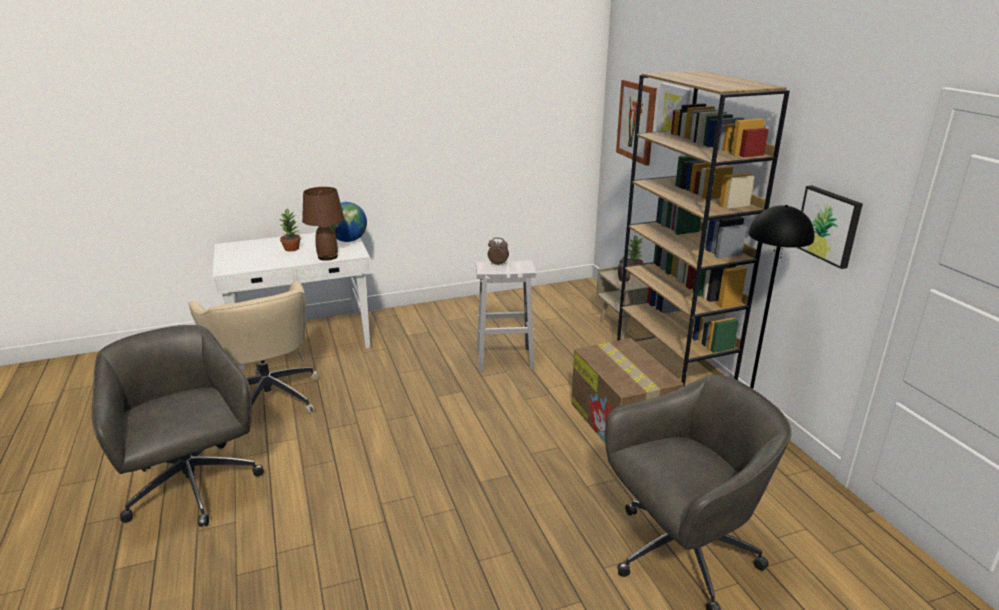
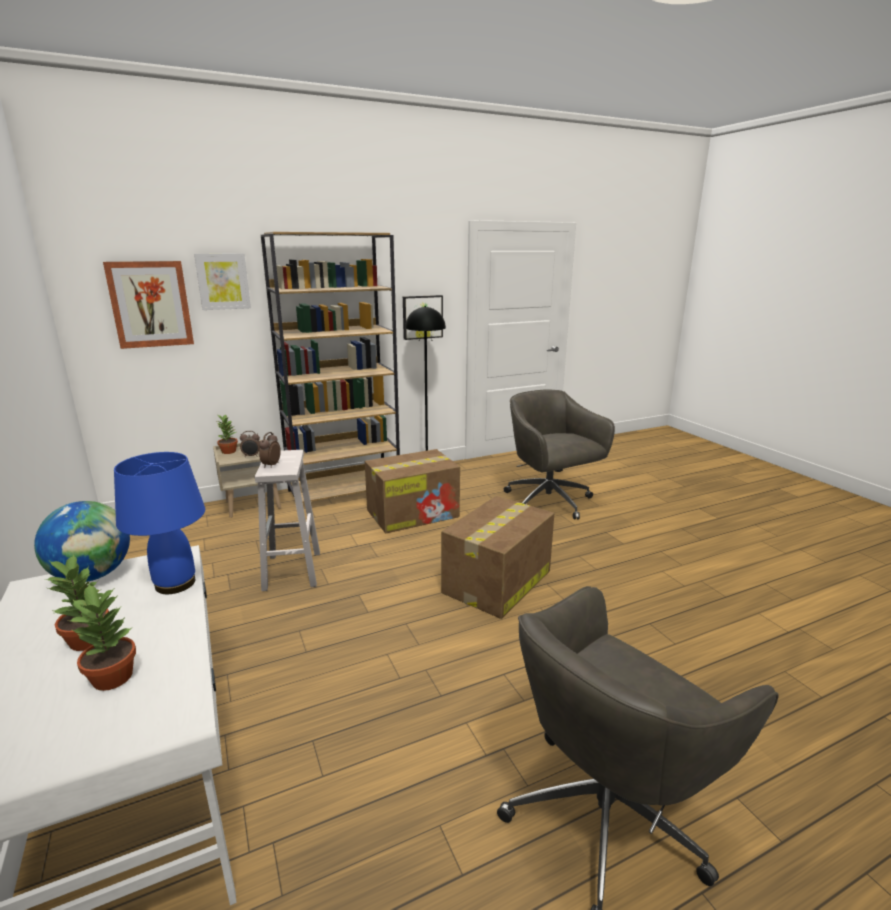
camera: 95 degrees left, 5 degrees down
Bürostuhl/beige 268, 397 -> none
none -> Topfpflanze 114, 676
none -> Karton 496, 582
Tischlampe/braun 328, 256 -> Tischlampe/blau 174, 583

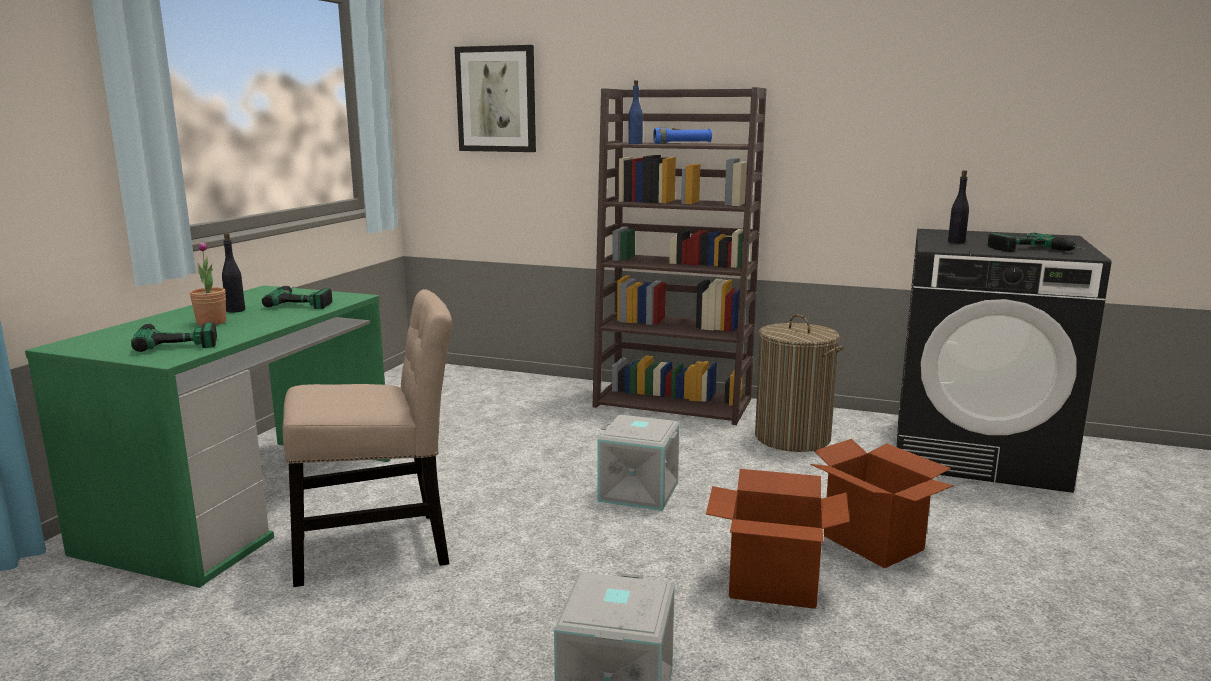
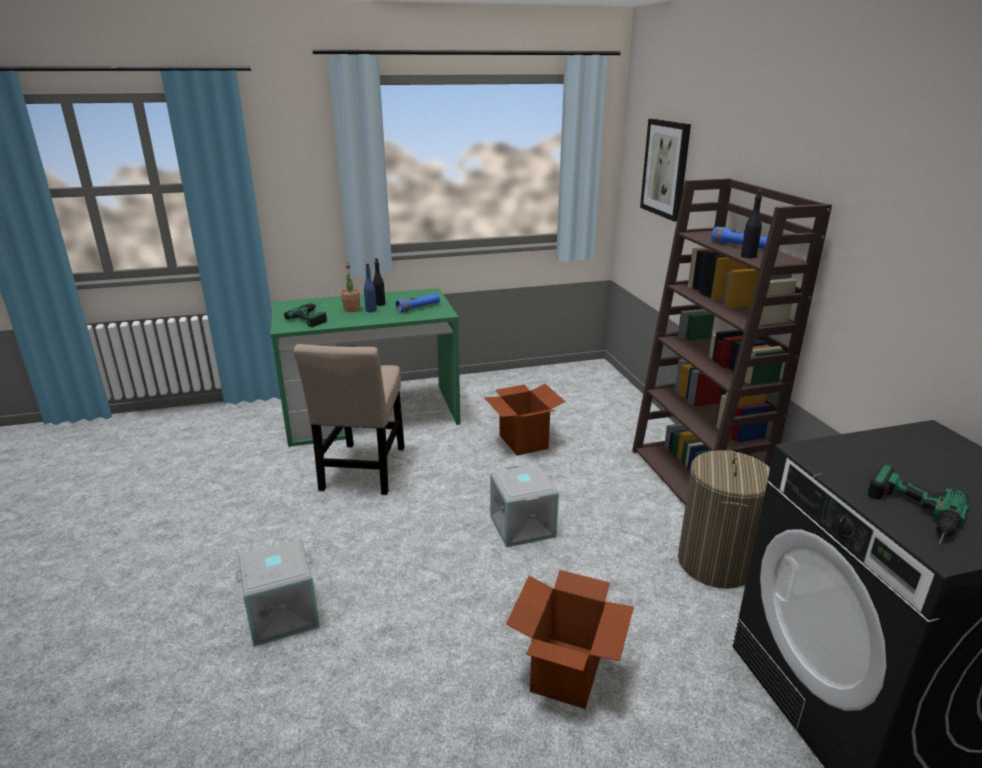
camera: 55 degrees right, 10 degrees up
Flasche/blau 635, 143 -> Flasche/blau 371, 310, relocated
Karton 772, 585 -> Karton 523, 441, relocated
Flasche/schwarz 956, 242 -> Flasche/schwarz 748, 256, relocated
Bohrmaschine 304, 301 -> Taschenlampe/blau 418, 308
Stuhl/beige 380, 547 -> Stuhl/beige 363, 471, 60 degrees clockwise

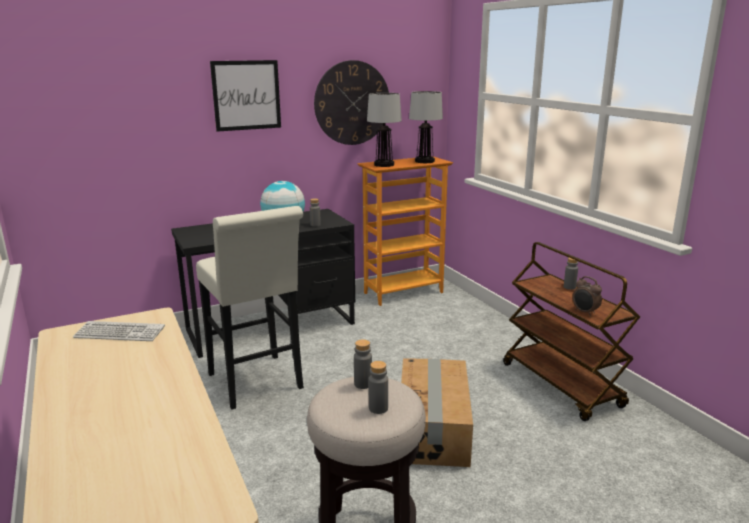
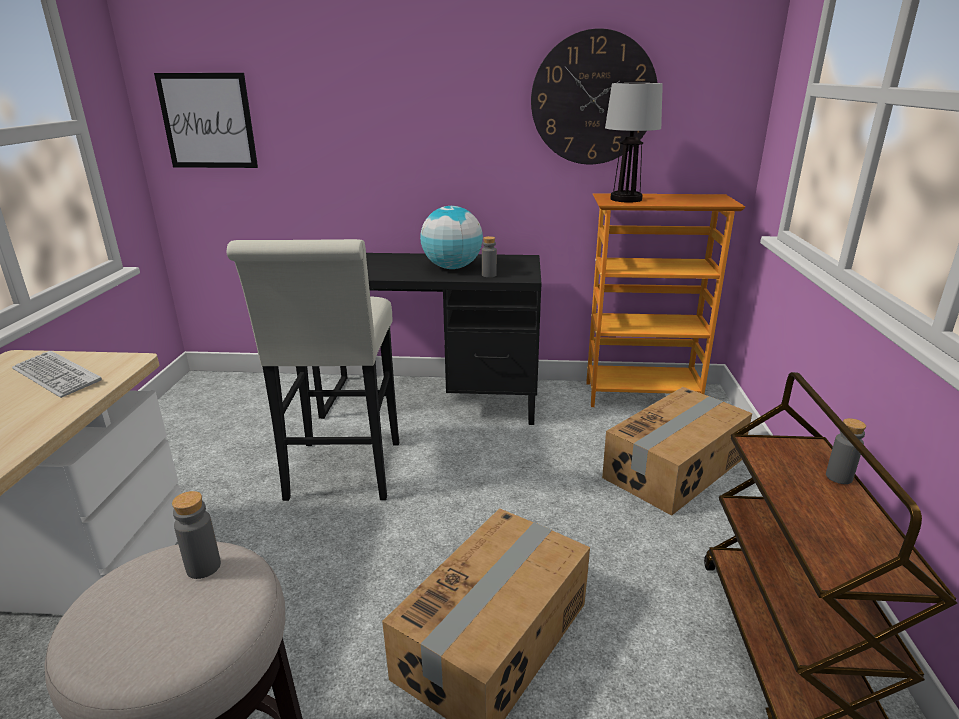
camera: 30 degrees right, 5 degrees up
Flasche/grau 378, 408 -> none
Tischlampe 424, 161 -> none
Wecker 584, 312 -> none
none -> Karton 675, 469
Bild 246, 95 -> Bild 208, 121, relocated

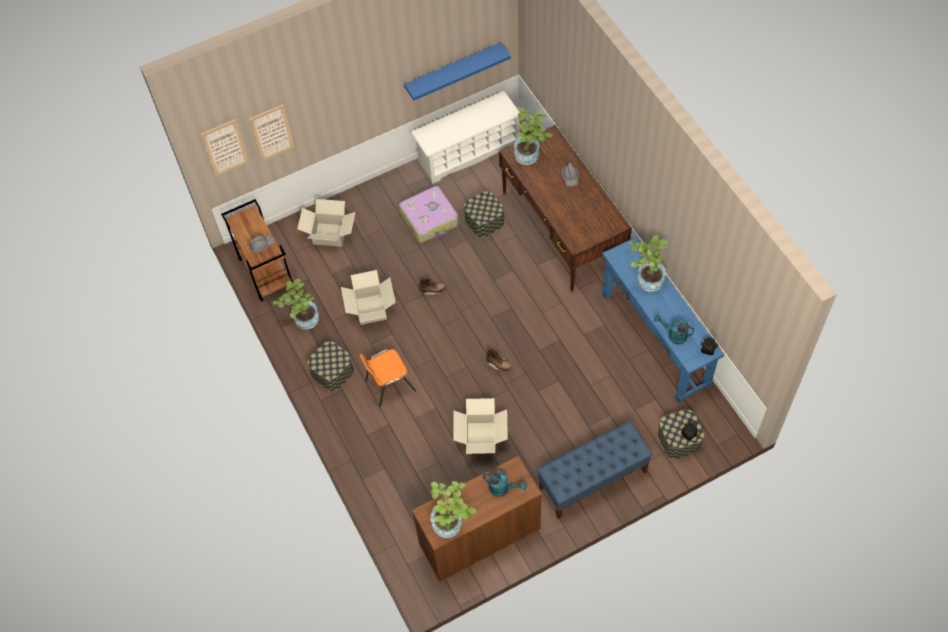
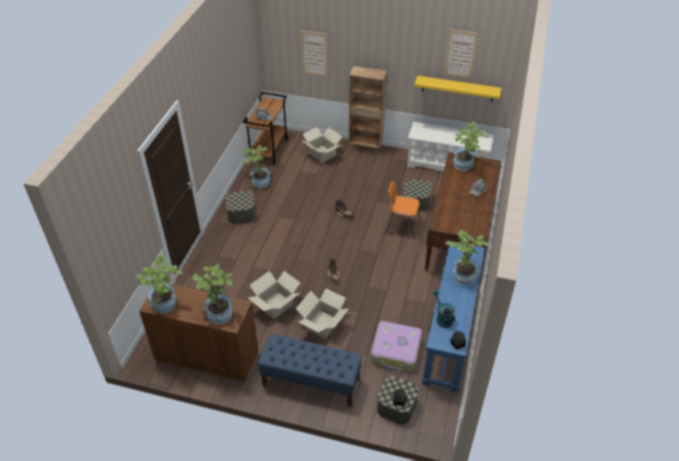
camera: 40 degrees right, 15 degrees down
none -> Bücherregal/braun 366, 148
Bild 225, 147 -> Bild 460, 54, relocated
Karton 370, 309 -> Karton 322, 324, relocated
Stuhl/orange 389, 385 -> Stuhl/orange 402, 226, relocated
Koffer 430, 219 -> Koffer 396, 351, relocated
Gießkanne/türkis 502, 488 -> Topfpflanze 219, 311
Wandregal/blau 453, 70 -> Wandregal/gelb 457, 88

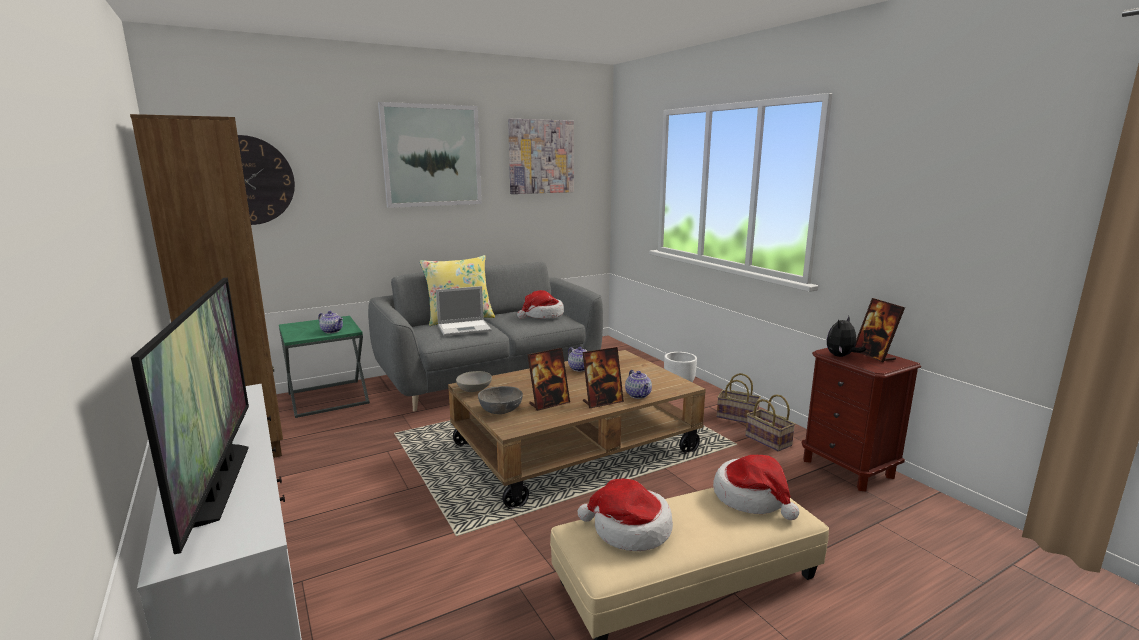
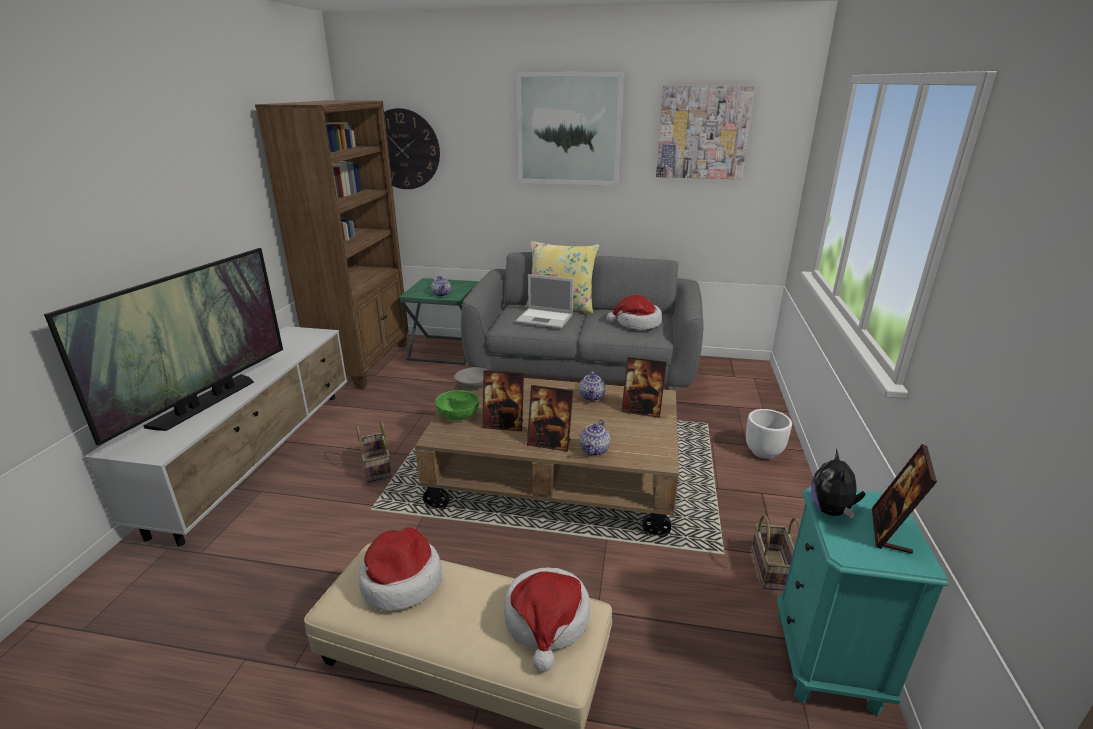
camera: 40 degrees right, 10 degrees up
none -> Bilderrahmen 641, 410
Korb 738, 417 -> Korb 377, 468, relocated
Schüssel/grau 501, 410 -> Schüssel/grün 458, 415
Nachttisch/braun 847, 468 -> Nachttisch/türkis 826, 661
Plüschtier 841, 356 -> Plüschtier 831, 510, 75 degrees counterclockwise

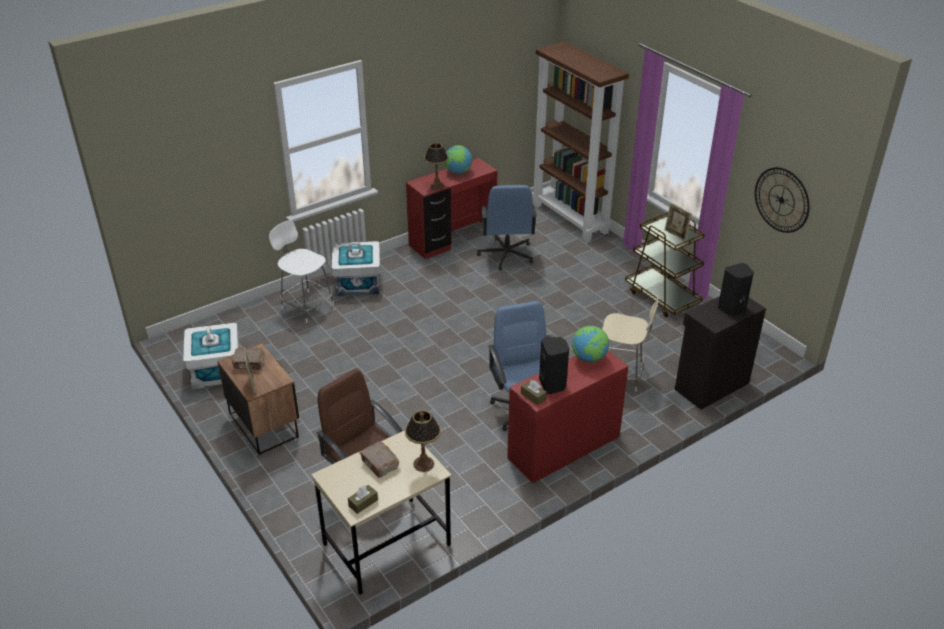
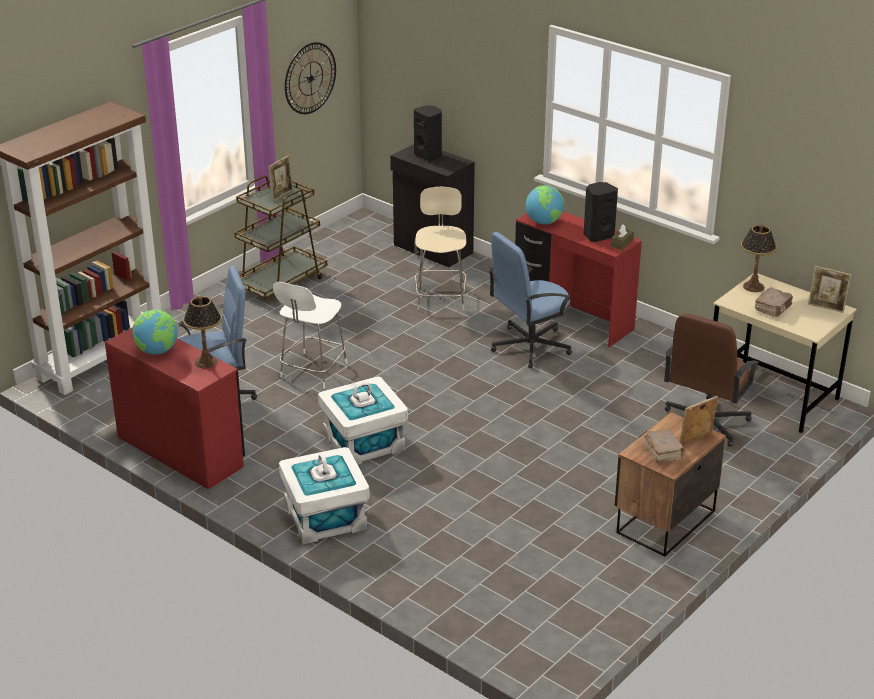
camera: 105 degrees left, 5 degrees down
Aufbewahrungsbox/weiß 216, 370 -> Aufbewahrungsbox/weiß 364, 442, relocated
Stuhl/weiß 306, 306 -> Stuhl/weiß 312, 372, relocated
Taschentuchbox/braun 363, 503 -> Bilderrahmen 826, 307

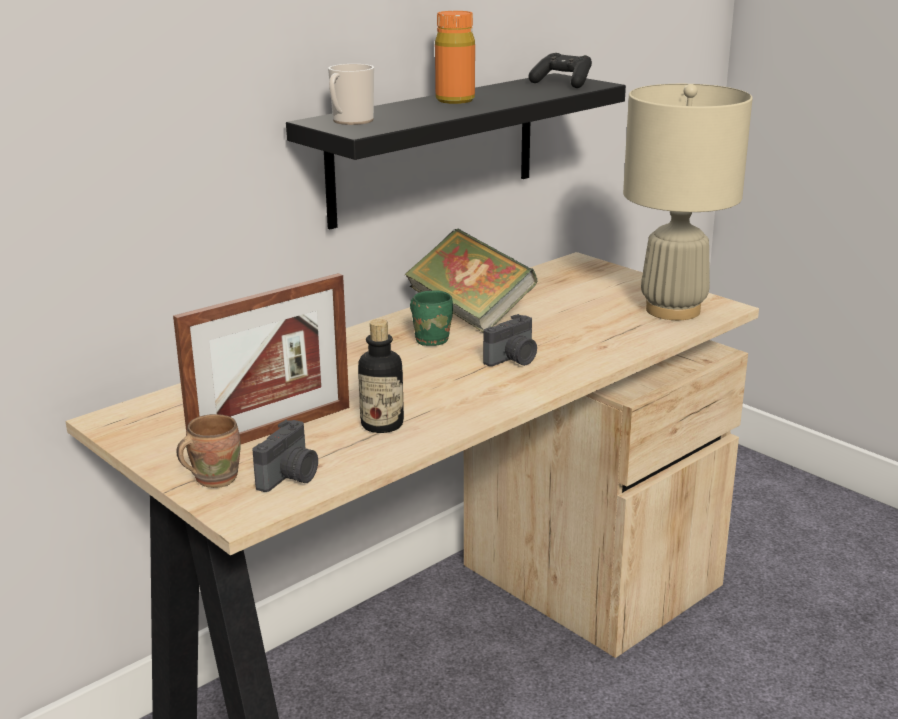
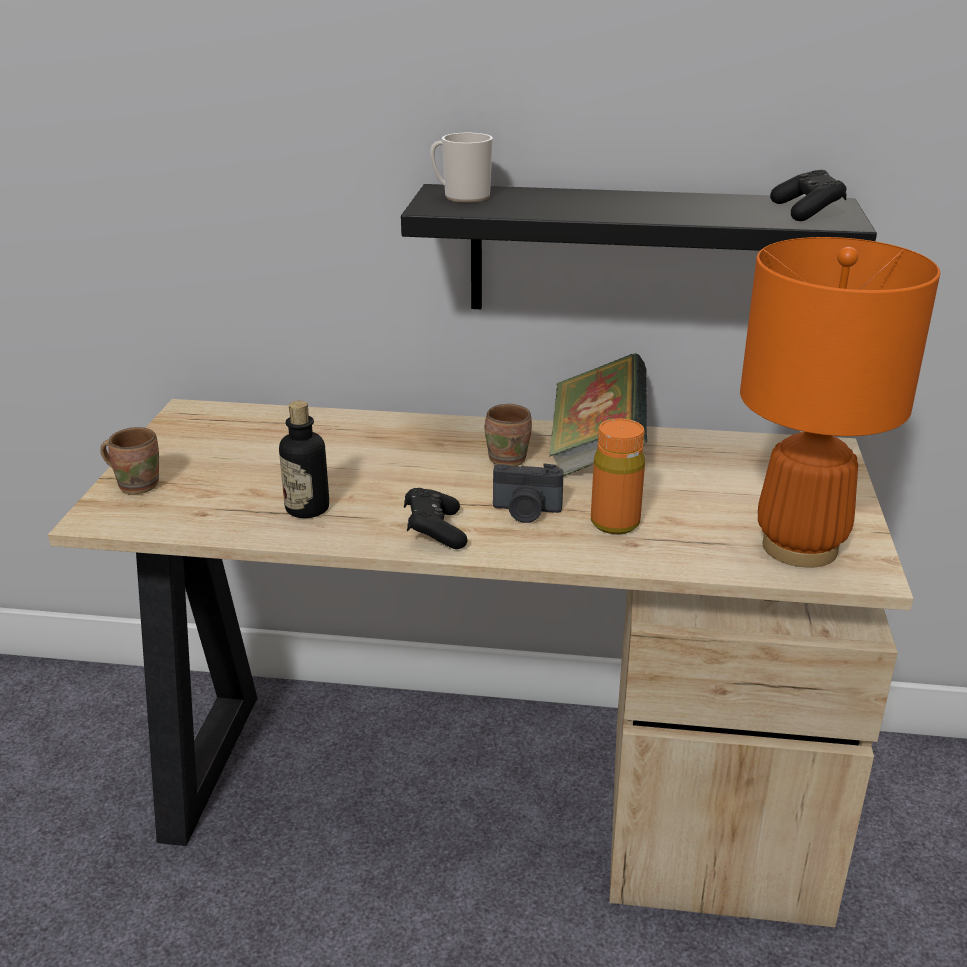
camera: 50 degrees right, 5 degrees up
Bilderrahmen 272, 431 -> none
Kamera 290, 477 -> none
none -> Gamepad/schwarz 434, 531
Flasche/orange 455, 100 -> Flasche/orange 615, 523, relocated
Henkelbecher/grün 432, 339 -> Henkelbecher/braun 509, 458
Tischlampe/beige 672, 310 -> Tischlampe/orange 799, 546

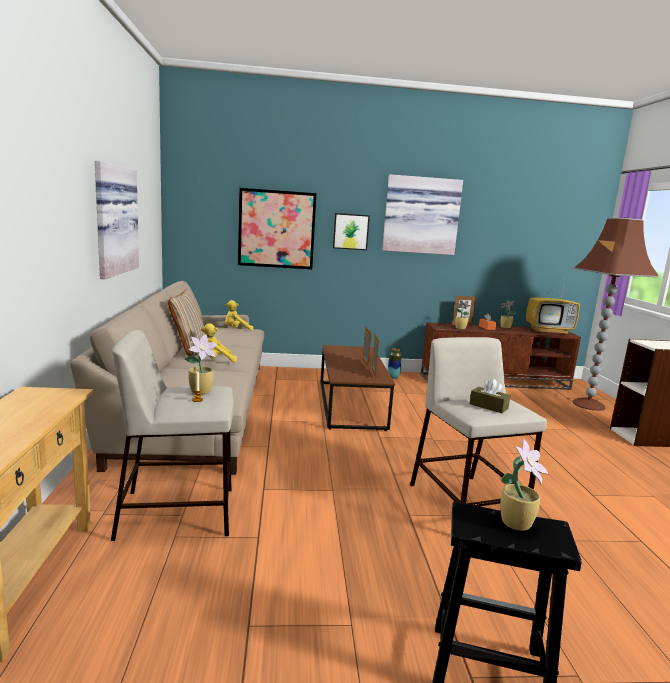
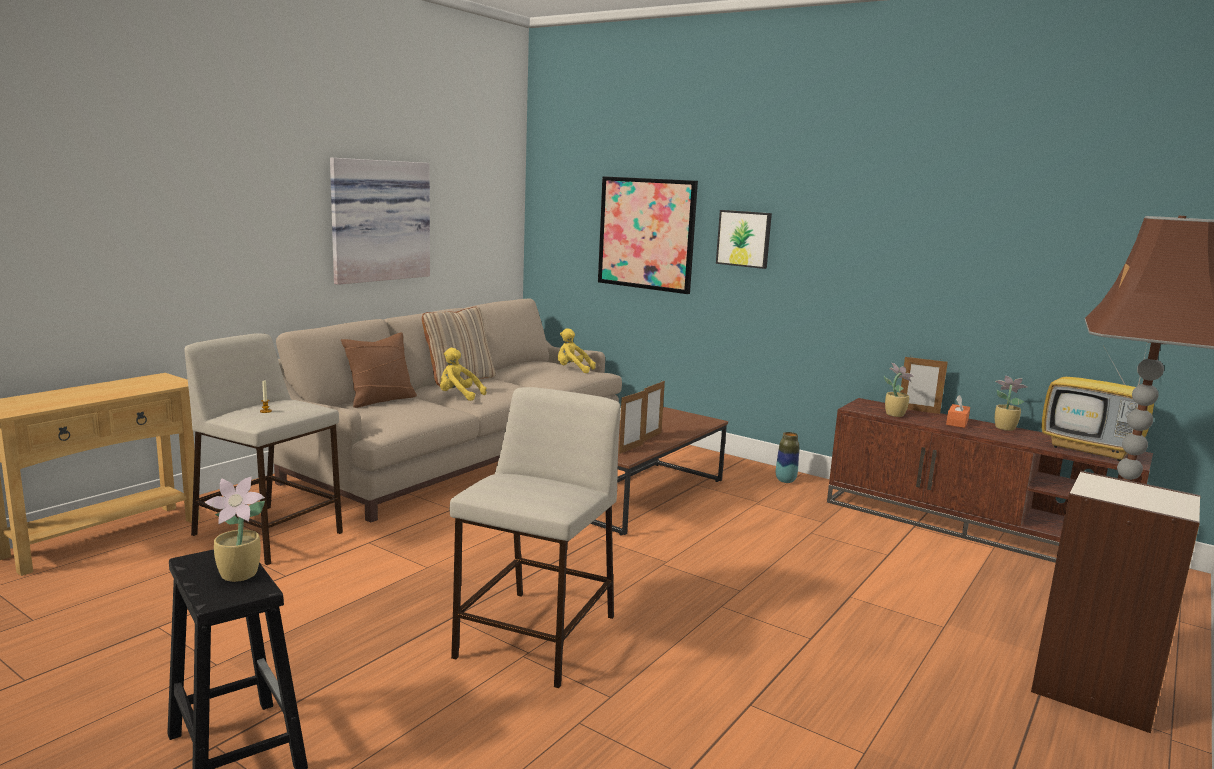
camera: 40 degrees right, 0 degrees up
Topfpflanze 202, 391 -> none
Bild 421, 215 -> none
Taschentuchbox/braun 488, 406 -> none
none -> Kissen/braun 380, 400

